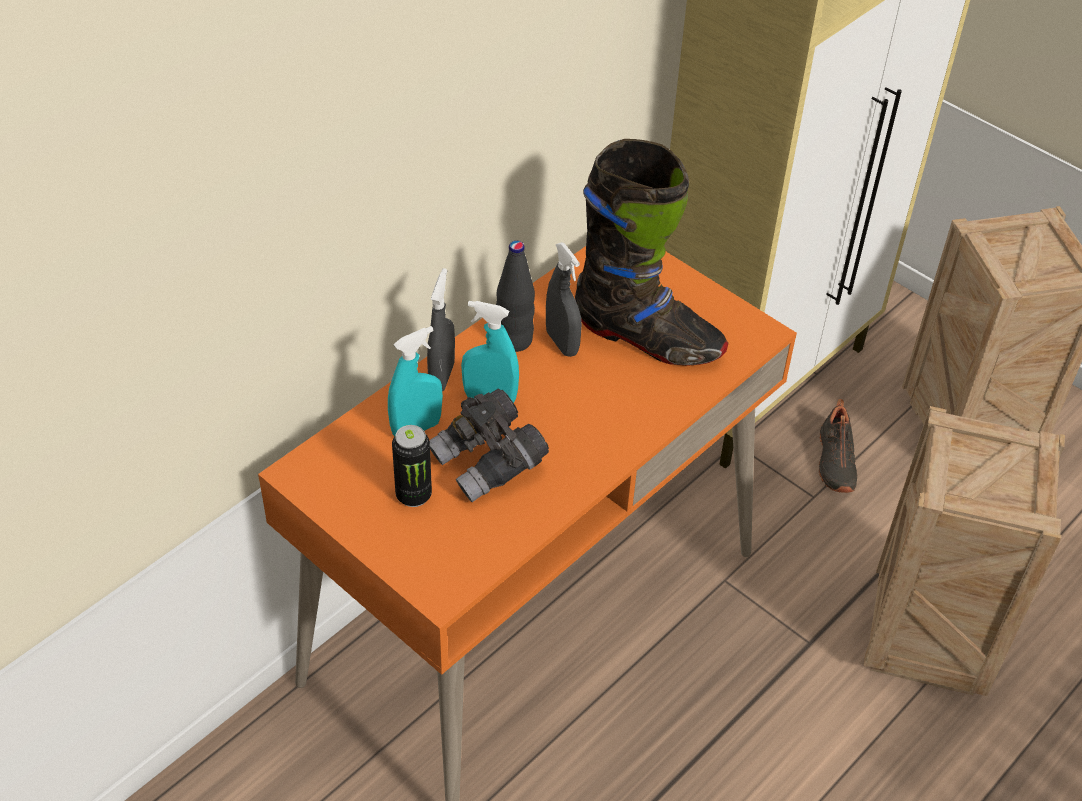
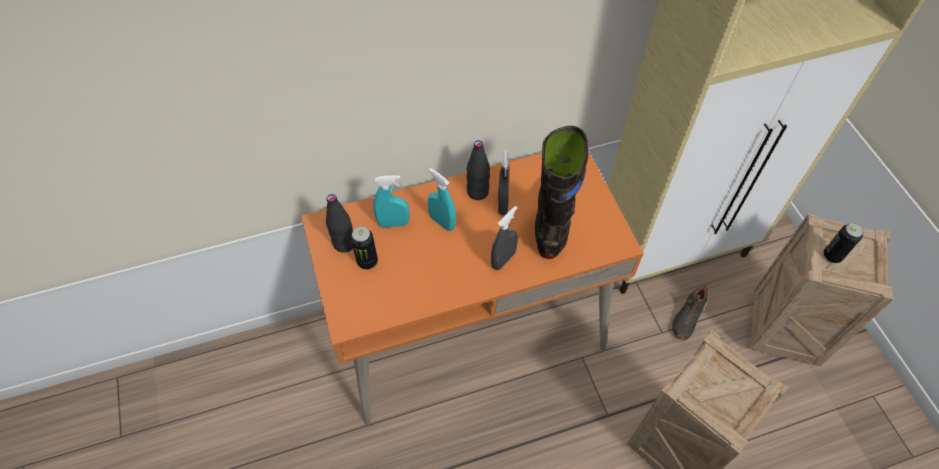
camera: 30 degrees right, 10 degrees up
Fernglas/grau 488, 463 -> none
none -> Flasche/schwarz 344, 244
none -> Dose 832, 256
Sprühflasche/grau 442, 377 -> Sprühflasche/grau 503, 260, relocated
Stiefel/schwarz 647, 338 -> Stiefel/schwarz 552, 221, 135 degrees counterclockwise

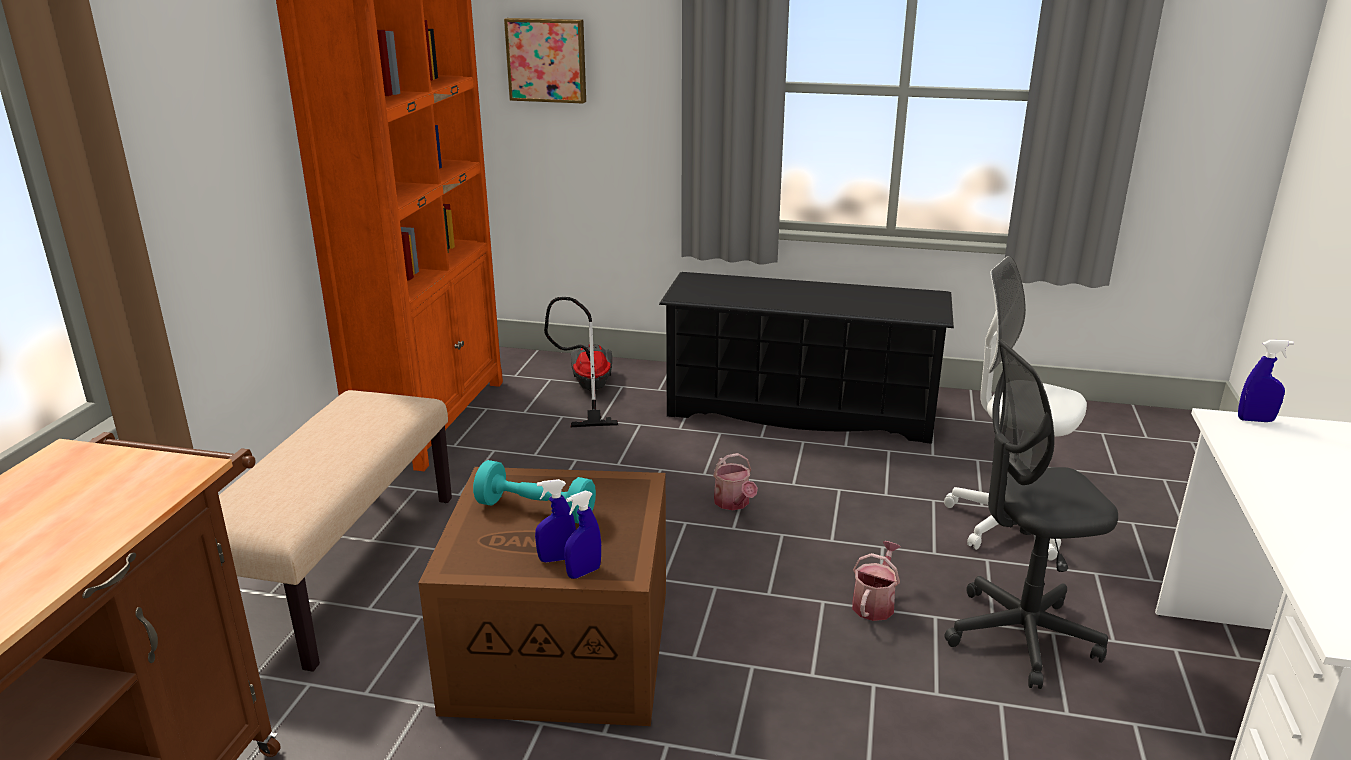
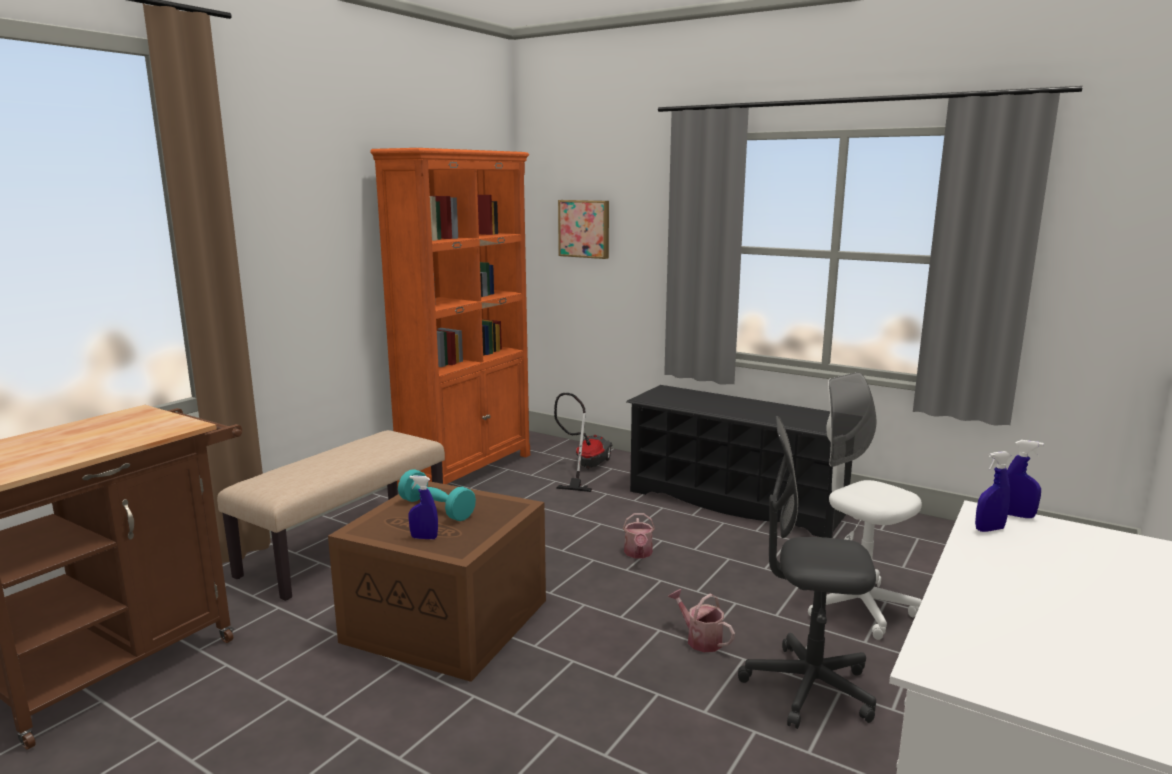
camera: 20 degrees right, 10 degrees down
Sprühflasche/blau 584, 572 -> Sprühflasche/blau 989, 529, relocated
Gießkanne 875, 603 -> Gießkanne 700, 639, 90 degrees counterclockwise

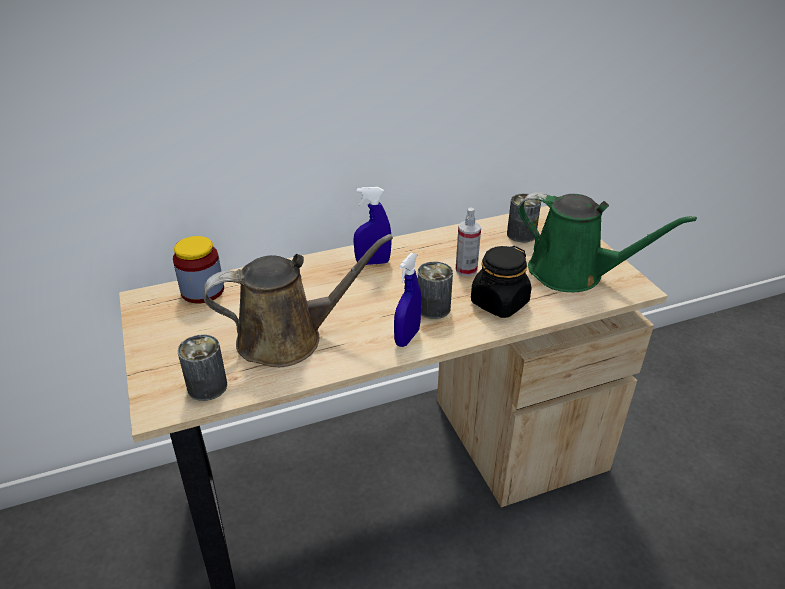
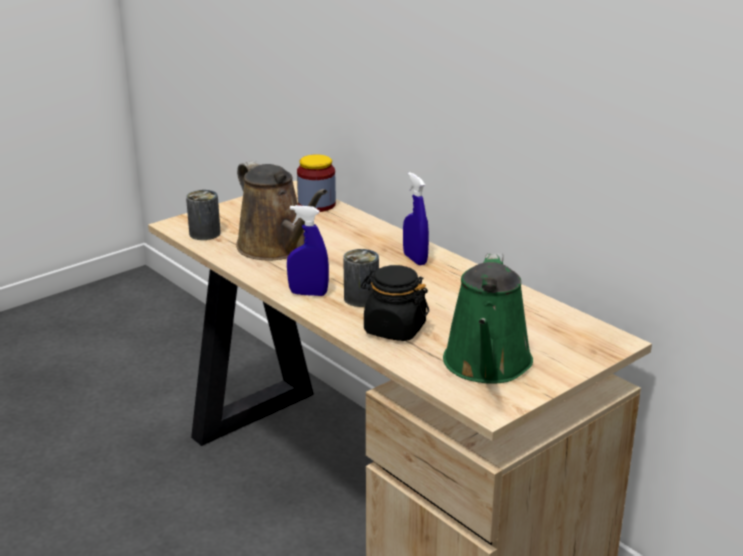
camera: 70 degrees right, 10 degrees down
Sprühflasche 466, 270 -> none
Dose 521, 234 -> none

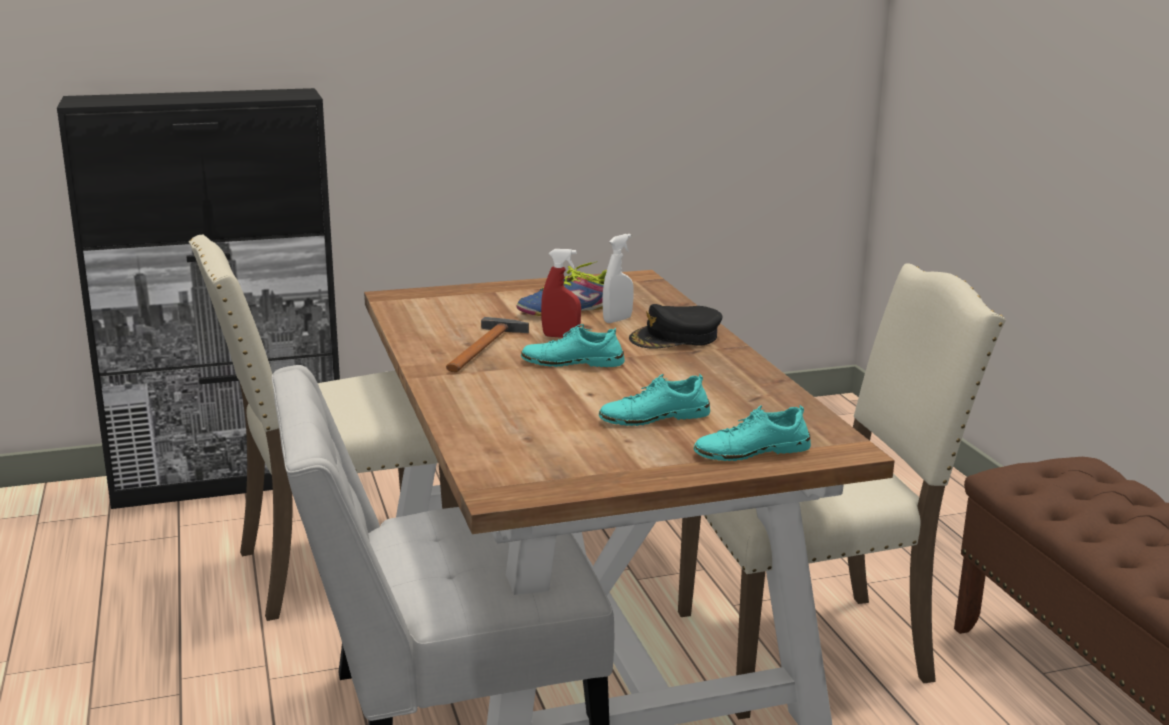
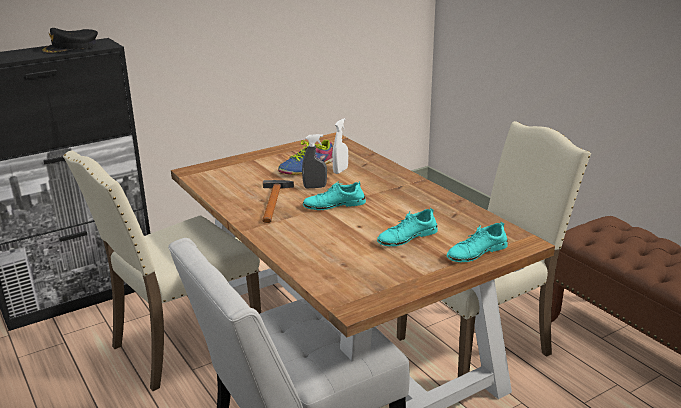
camera: 15 degrees left, 5 degrees up
Kappe/schwarz 675, 338 -> Kappe/schwarz 70, 48, relocated
Sprühflasche/rot 561, 336 -> Sprühflasche/grau 315, 187

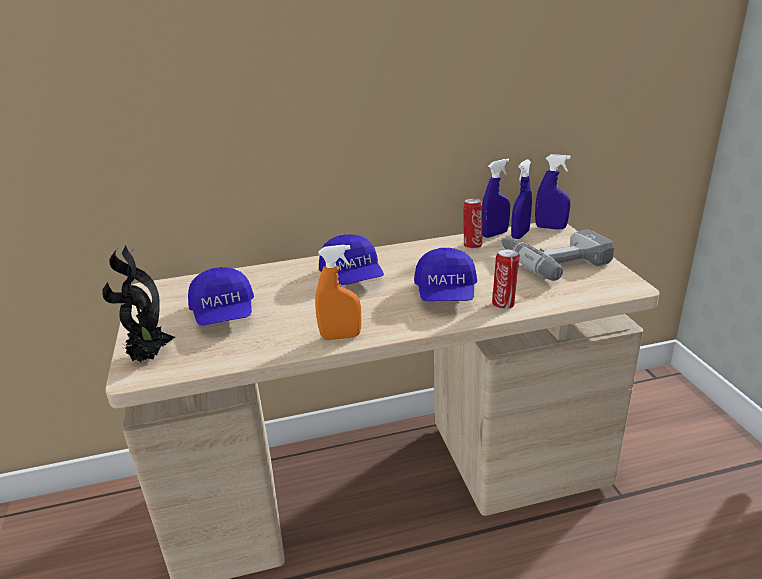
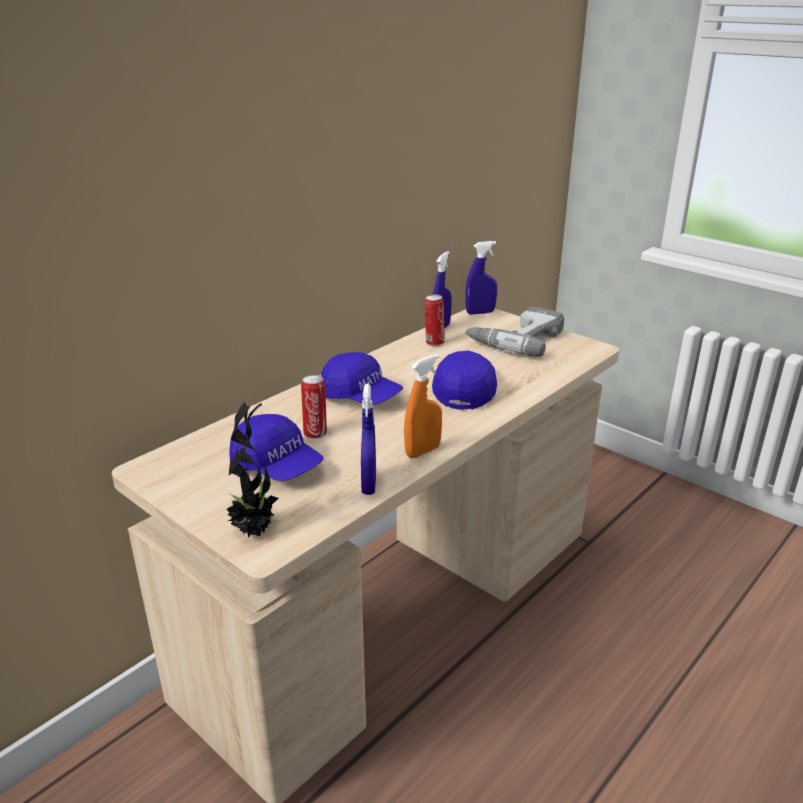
camera: 35 degrees left, 0 degrees up
Dose 504, 304 -> Dose 315, 433, relocated
Sprühflasche/blau 520, 235 -> Sprühflasche/blau 369, 485, relocated
Kappe/blau 446, 294 -> Kappe/blau 465, 390, 135 degrees counterclockwise

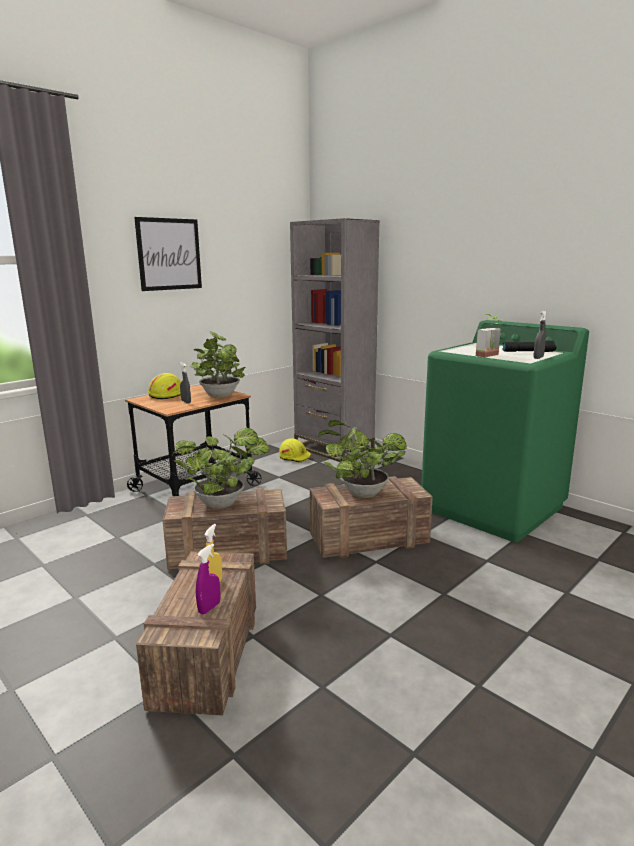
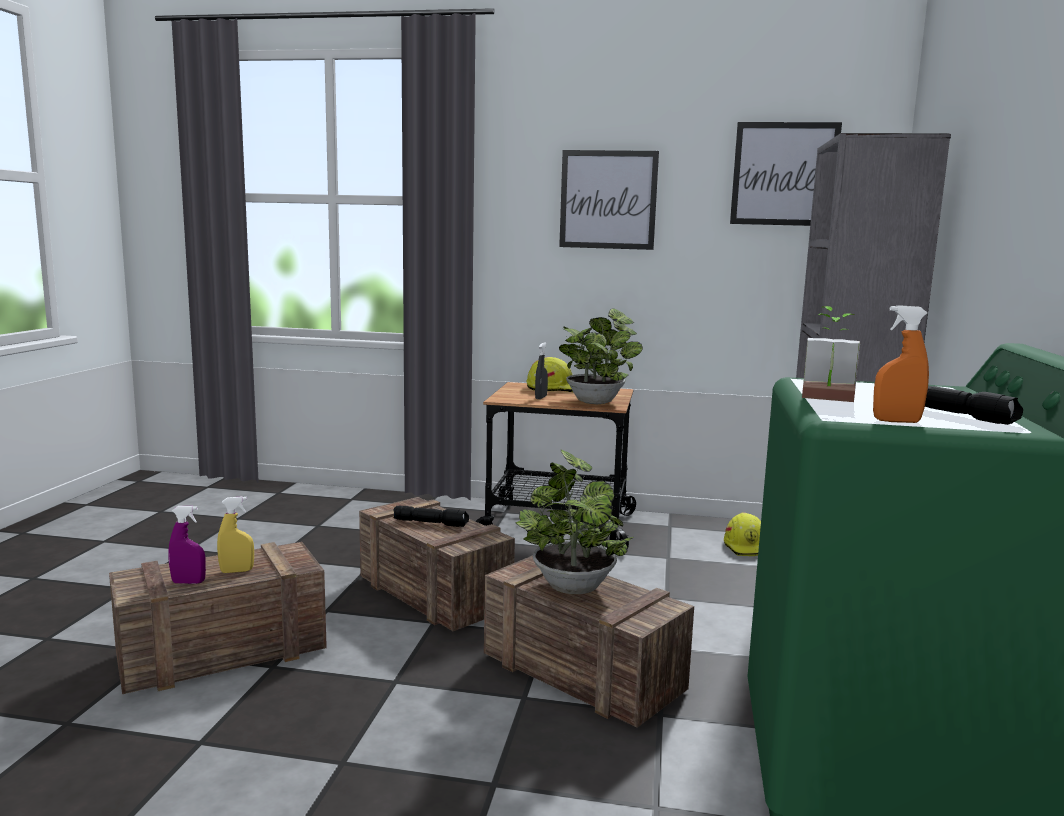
camera: 55 degrees right, 5 degrees down
none -> Bild 784, 174
Topfpflanze 224, 503 -> Taschenlampe/schwarz 431, 523
Sprühflasche/grau 538, 358 -> Sprühflasche/orange 896, 421

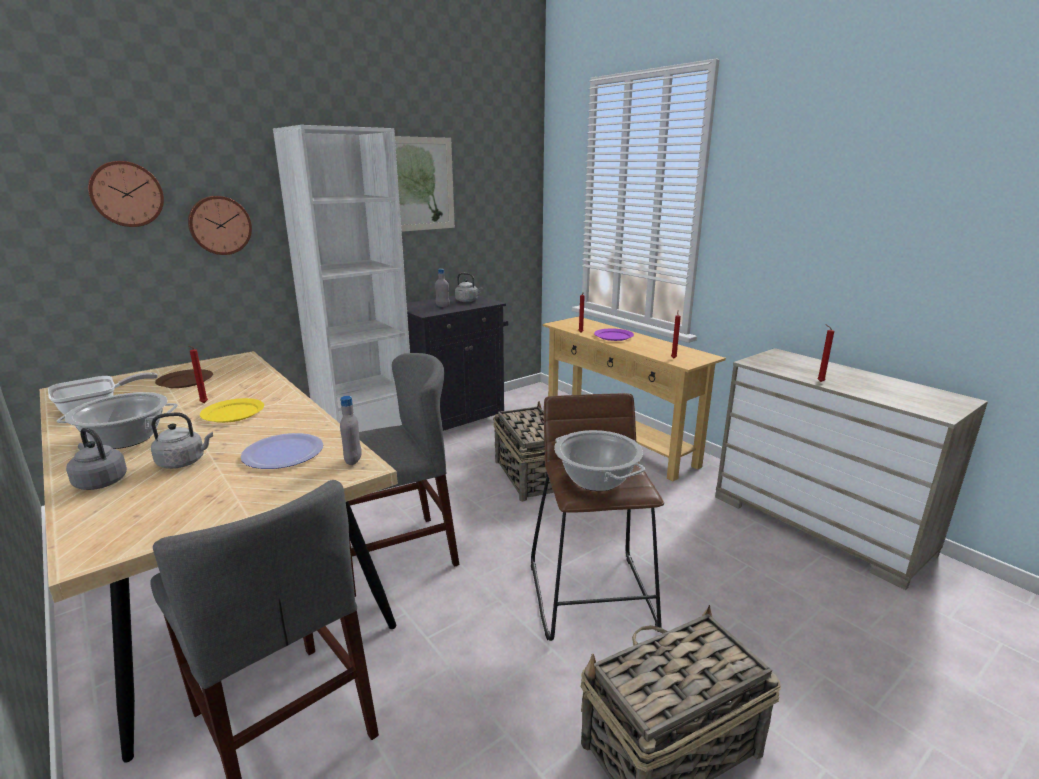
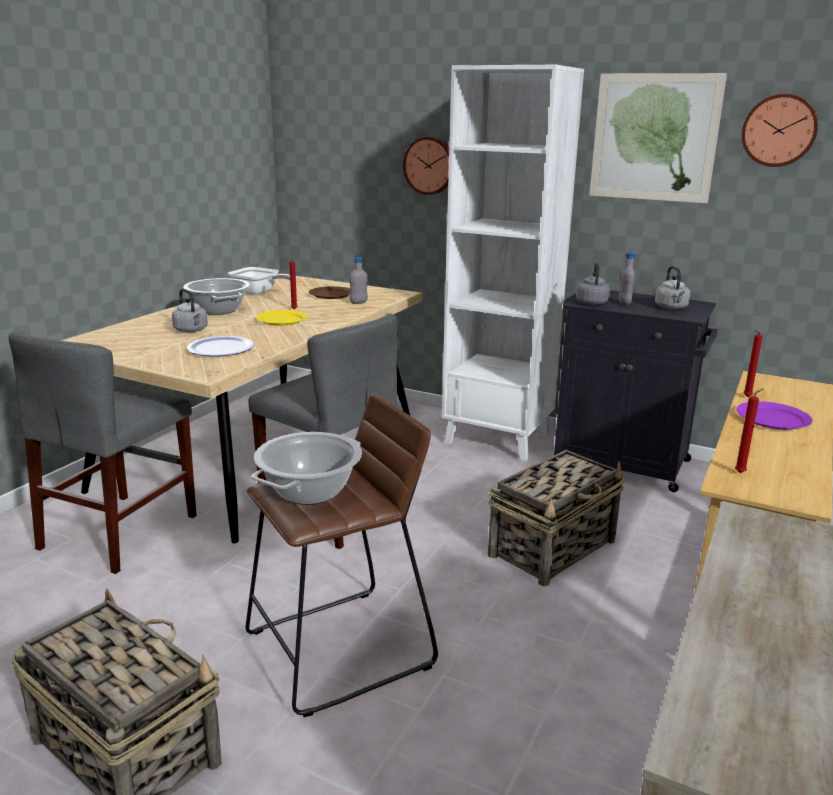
camera: 65 degrees right, 0 degrees up
Kerze/rot 819, 382 -> none
Wasserkessel/grau 100, 481 -> Wasserkessel/grau 591, 302, relocated
Wanduhr 126, 194 -> Wanduhr 779, 130, relocated
Flasche/grau 353, 460 -> Flasche/grau 358, 303, relocated

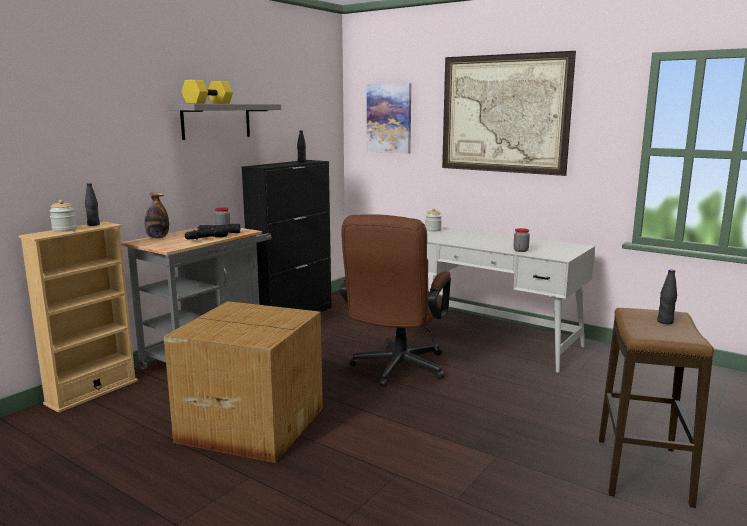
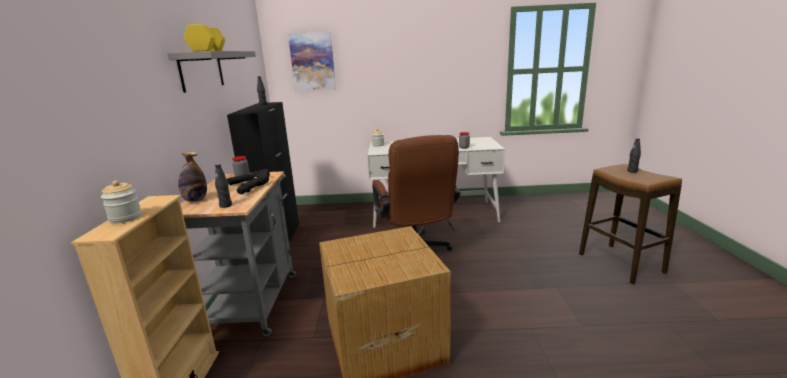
camera: 35 degrees left, 5 degrees up
Bild 504, 114 -> none
Flasche/schwarz 93, 225 -> Flasche/schwarz 226, 205, relocated

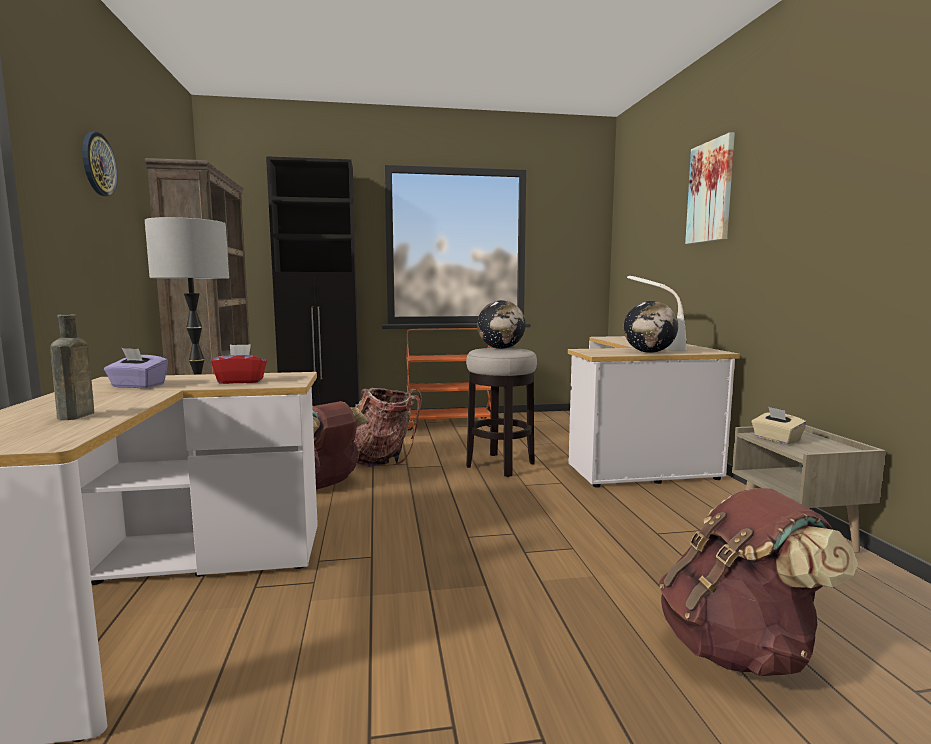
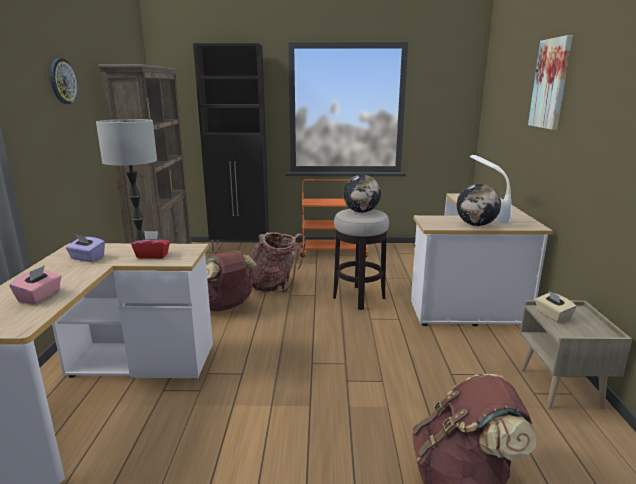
camera: 10 degrees right, 10 degrees up
Flasche/braun 74, 416 -> Taschentuchbox/rosa 40, 297

